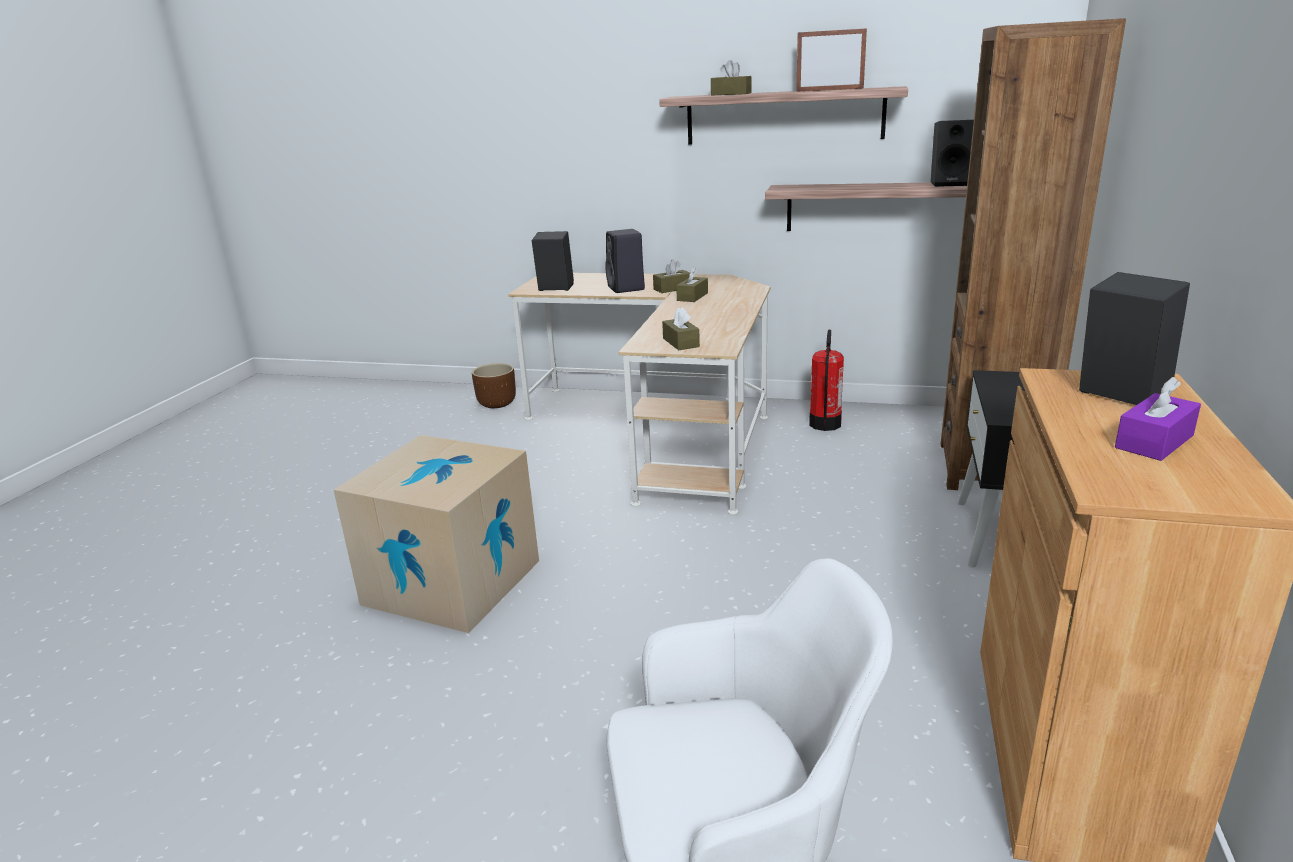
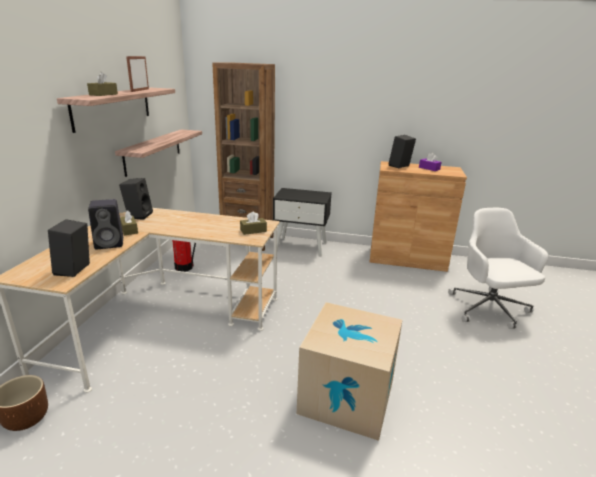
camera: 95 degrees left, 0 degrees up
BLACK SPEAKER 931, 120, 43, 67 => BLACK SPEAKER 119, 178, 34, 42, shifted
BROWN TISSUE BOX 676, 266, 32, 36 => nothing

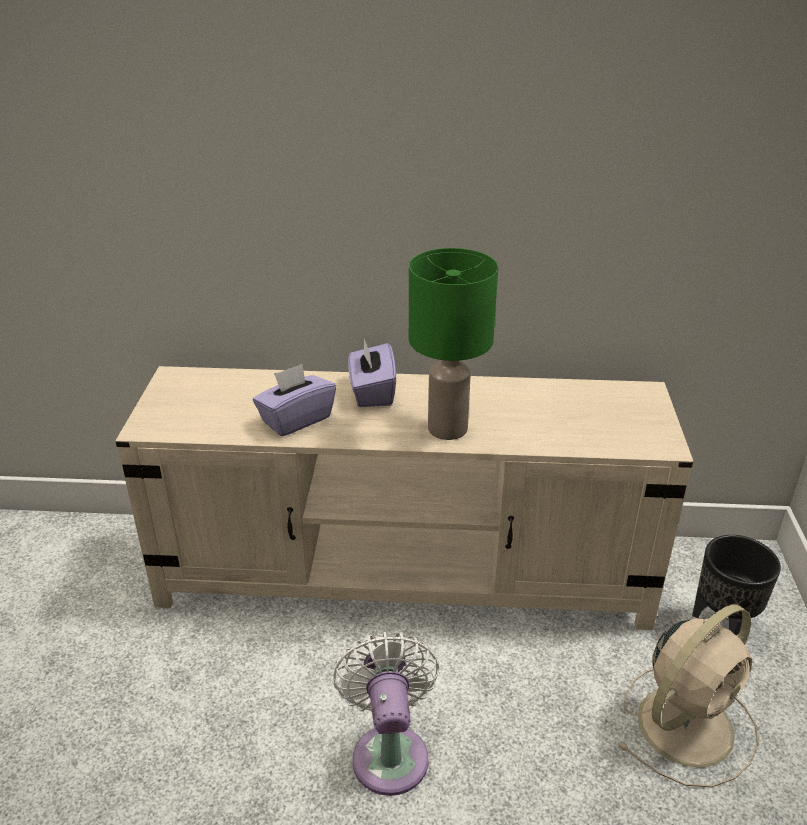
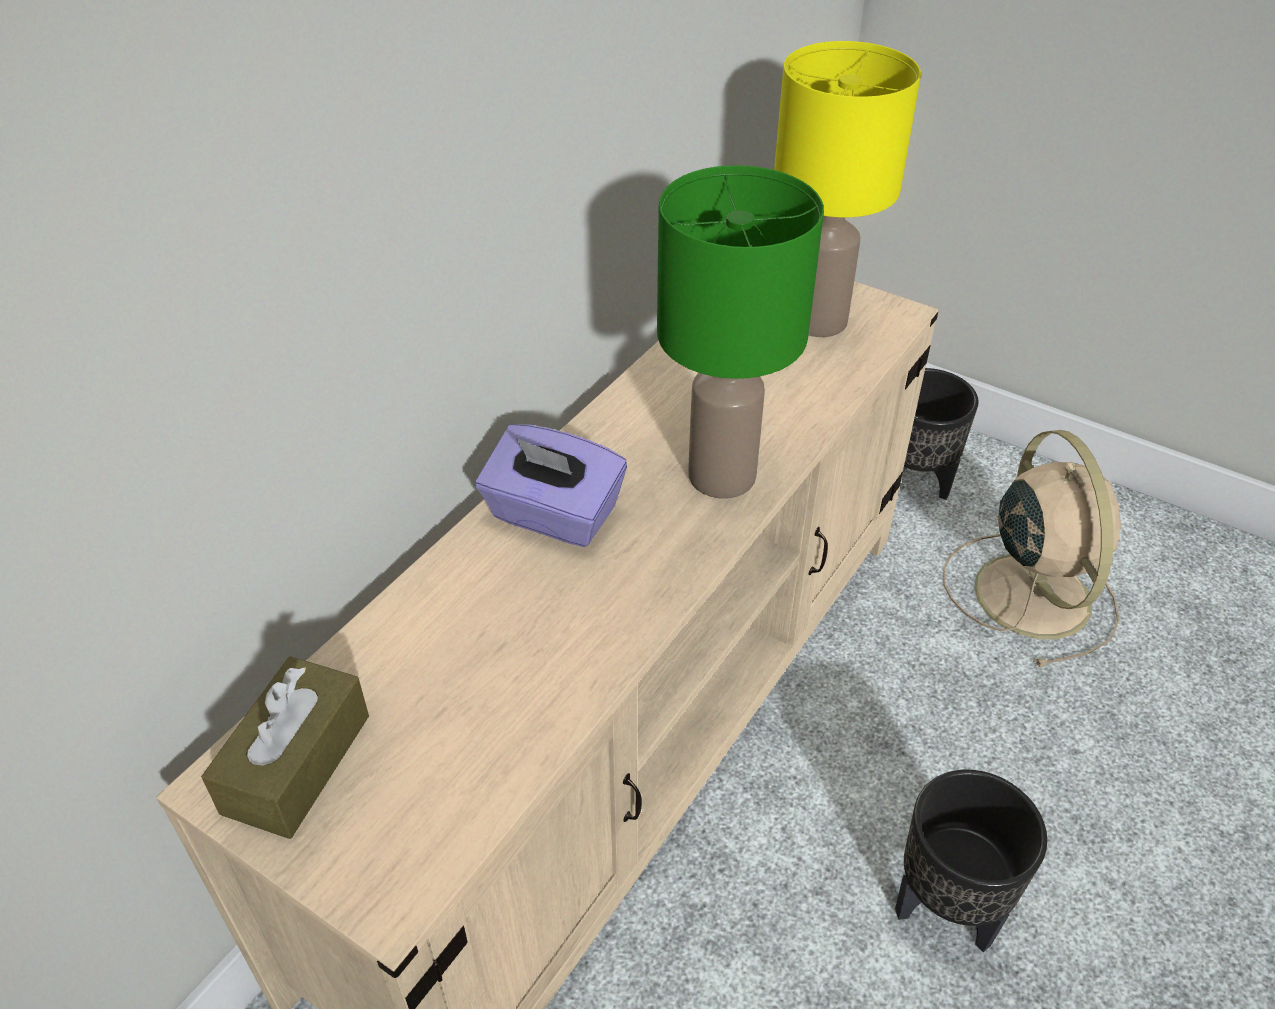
camera: 60 degrees left, 10 degrees up
nothing => BROWN TISSUE BOX 201, 656, 168, 183
nothing => YELLOW TABLE LAMP 774, 41, 147, 296
WHITE FAN 333, 632, 106, 164 => BLACK PLANTER 895, 770, 152, 182
PURPLE TISSUE BOX 253, 364, 83, 73 => nothing

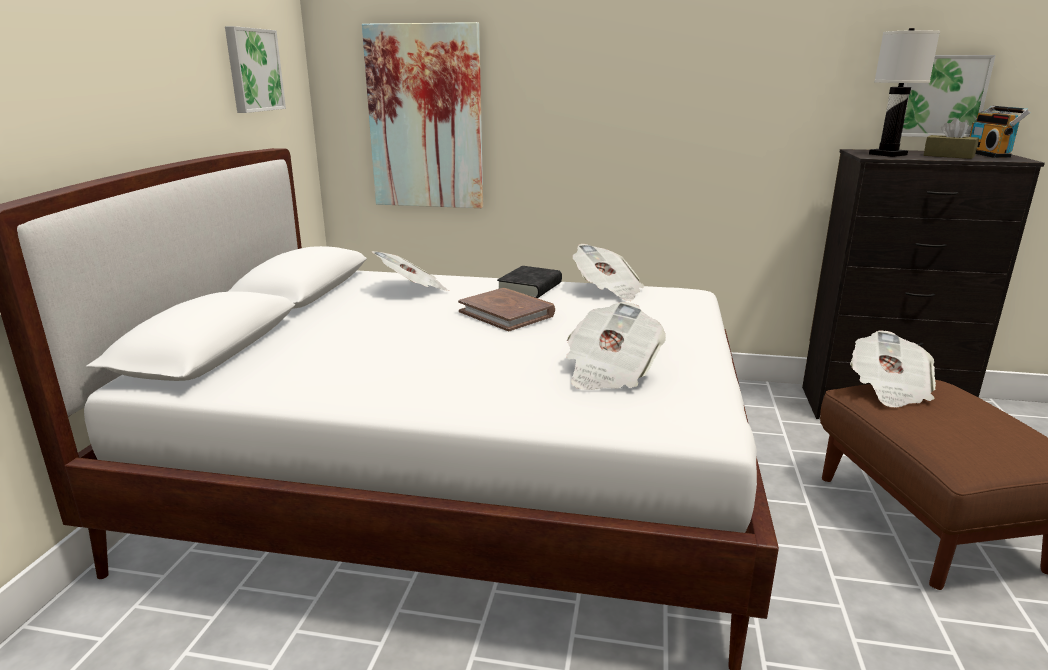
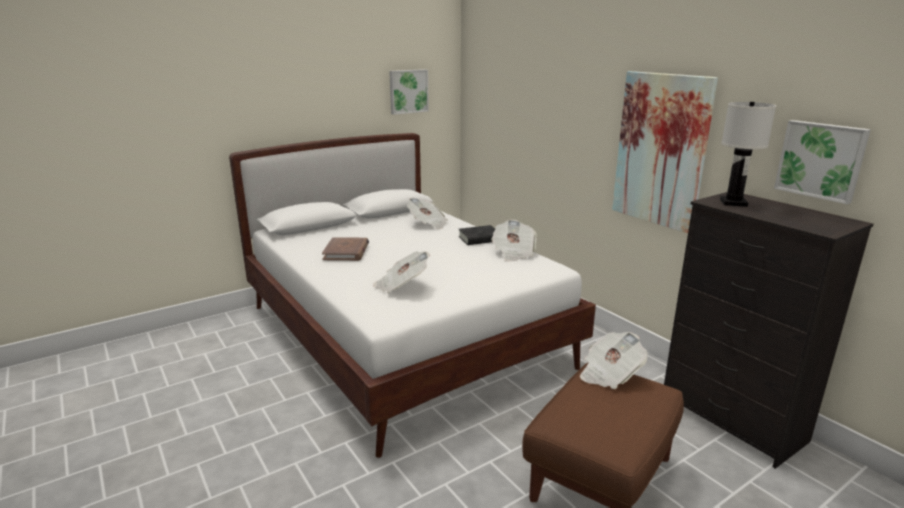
camera: 45 degrees right, 0 degrees up
BROWN BOOK 458, 288, 97, 43 => BROWN BOOK 322, 237, 47, 24, shifted
PICTURE 362, 22, 121, 186 => PICTURE 612, 71, 106, 162, shifted
BROWN TISSUE BOX 924, 118, 55, 41 => nothing
RADIO 969, 106, 61, 52 => nothing

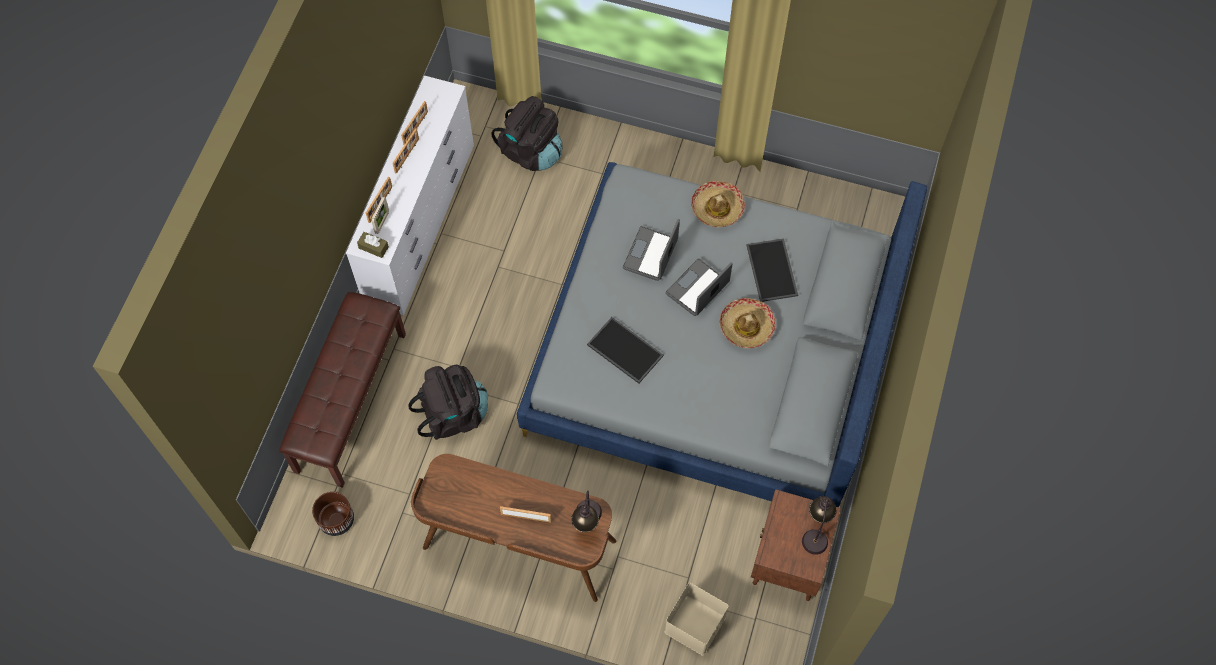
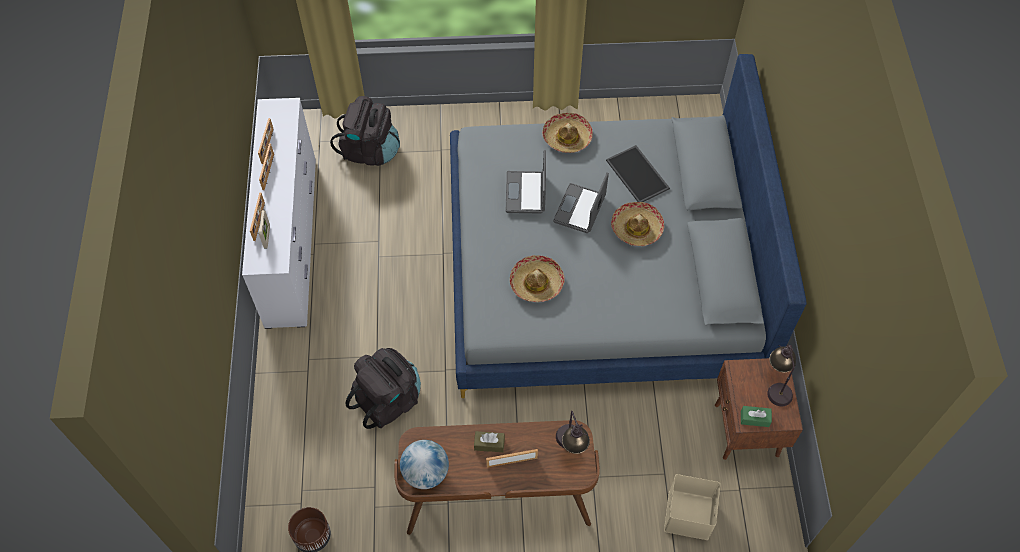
camera: 20 degrees left, 5 degrees down
nothing => GLOBE 400, 440, 49, 49
BROWN TISSUE BOX 357, 232, 32, 26 => BROWN TISSUE BOX 474, 431, 31, 21, shifted
TRAY 587, 317, 77, 67 => HAT 510, 255, 55, 47
nothing => GREEN TISSUE BOX 741, 406, 31, 21
BROWN BENCH 279, 292, 127, 196 => nothing

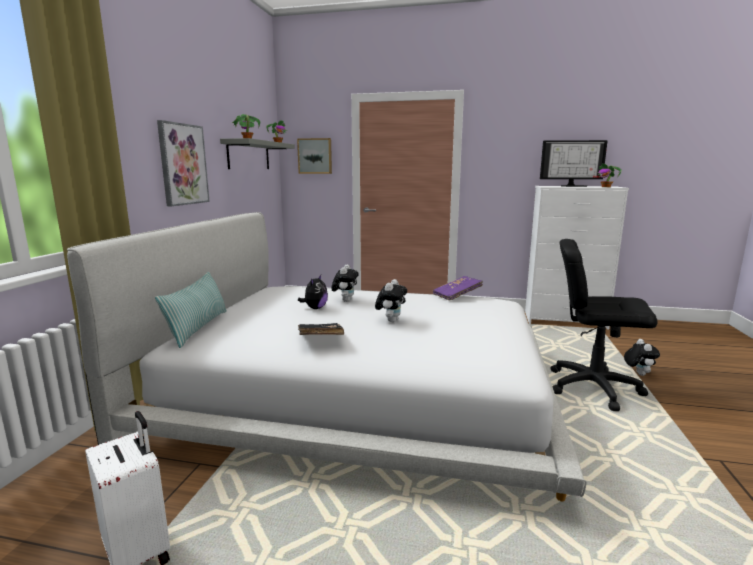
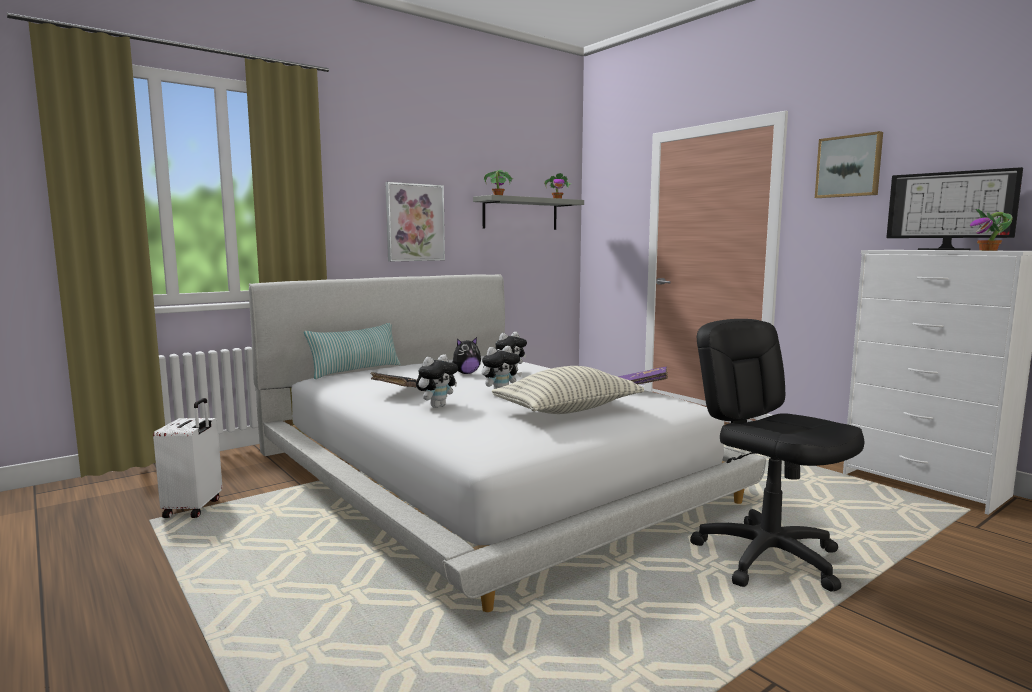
camera: 40 degrees right, 5 degrees down
PLUSH TOY 624, 339, 36, 37 => PLUSH TOY 416, 354, 42, 54, shifted
nothing => PILLOW 492, 366, 152, 48
PICTURE 297, 138, 35, 36 => PICTURE 815, 131, 68, 67, shifted

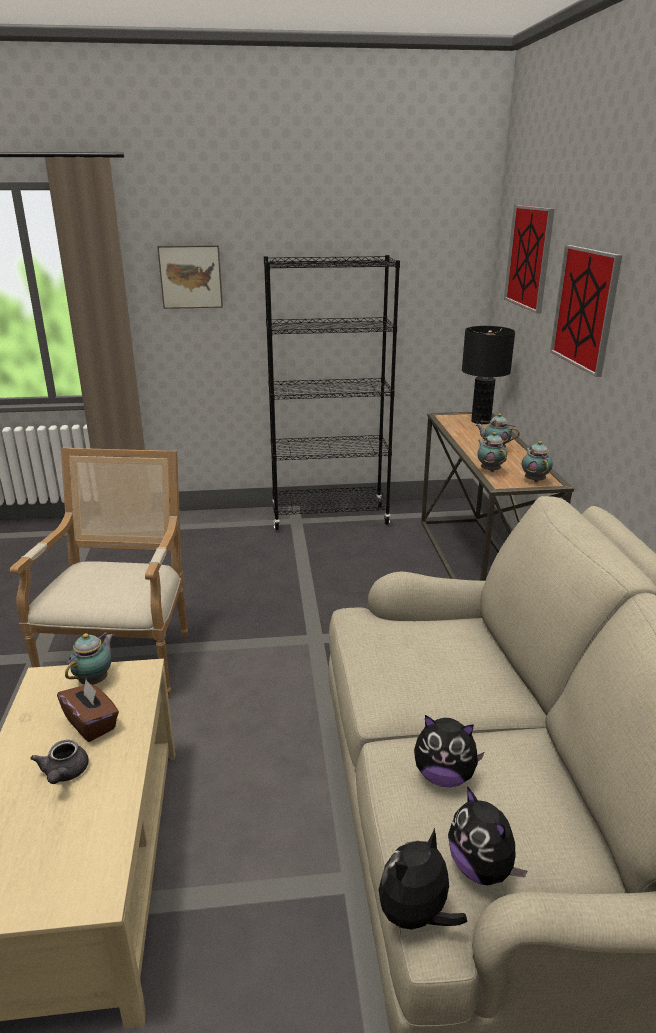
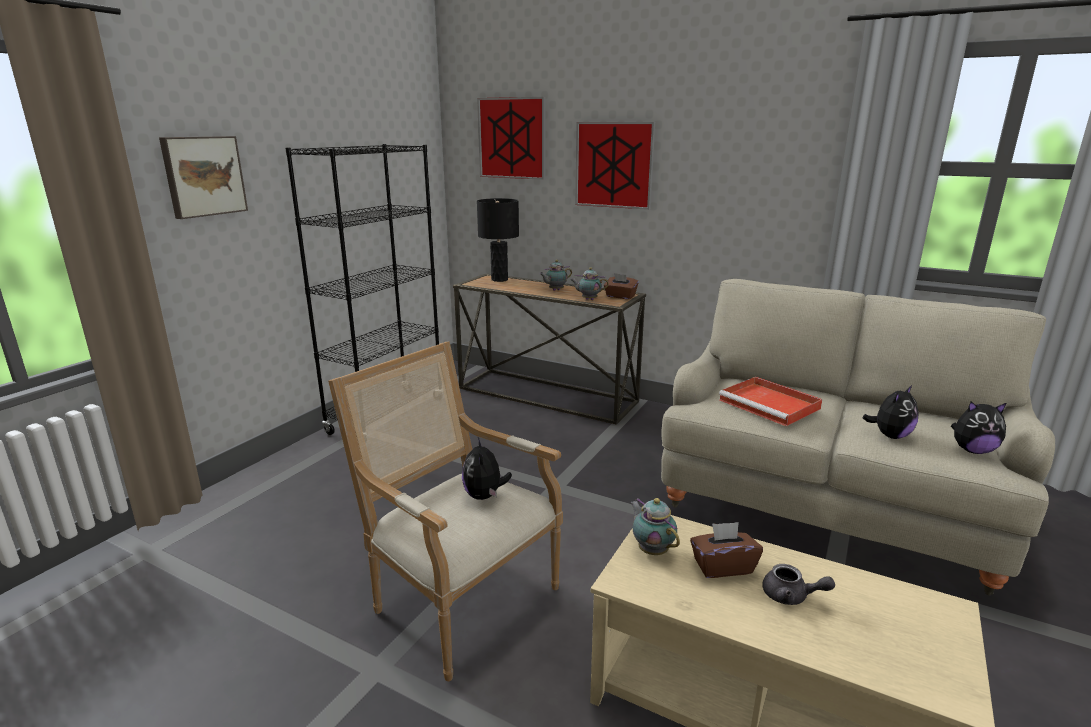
camera: 55 degrees left, 5 degrees down
PLUSH TOY 379, 828, 88, 112 => PLUSH TOY 462, 438, 50, 62, shifted
TEAPOT 522, 441, 31, 41 => BROWN TISSUE BOX 604, 273, 35, 26
nothing => RED TRAY 719, 377, 103, 49

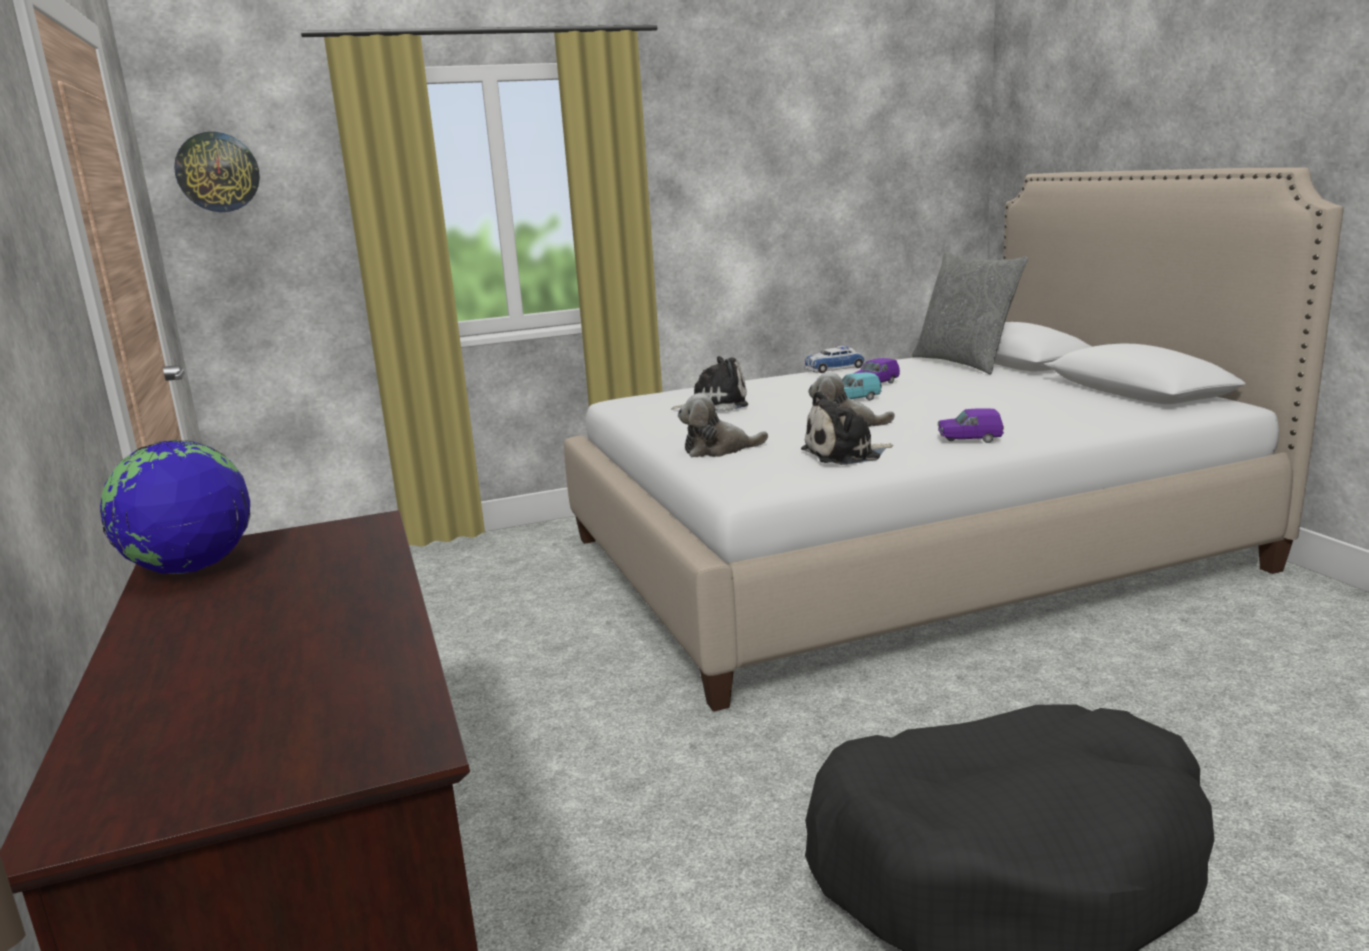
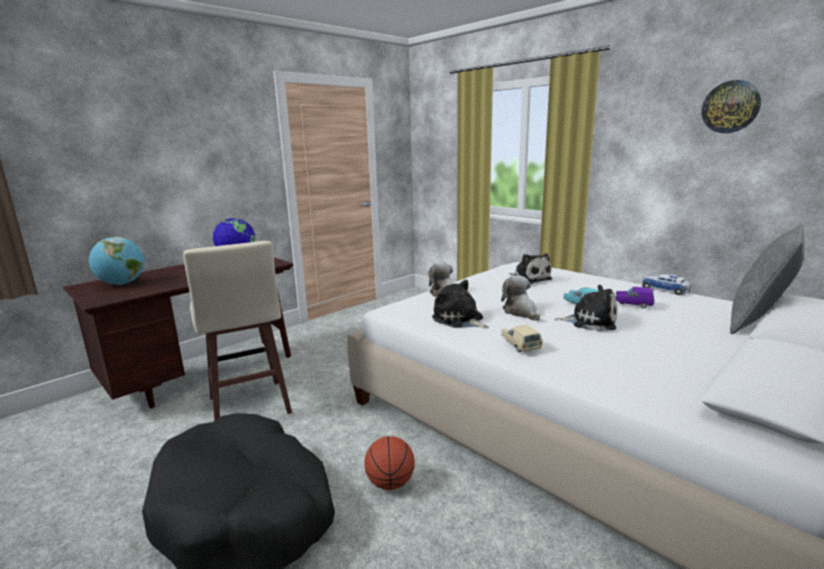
camera: 65 degrees right, 0 degrees up
nothing => GLOBE 89, 237, 56, 48
nothing => BEIGE STOOL 183, 241, 109, 180
nothing => BASKETBALL 364, 436, 51, 54
PURPLE TOY CAR 938, 408, 66, 35 => BEIGE TOY CAR 501, 325, 41, 27
nothing => PLUSH TOY 554, 285, 63, 46
WALL CLOCK 174, 132, 86, 80 => WALL CLOCK 702, 80, 59, 53, shifted

